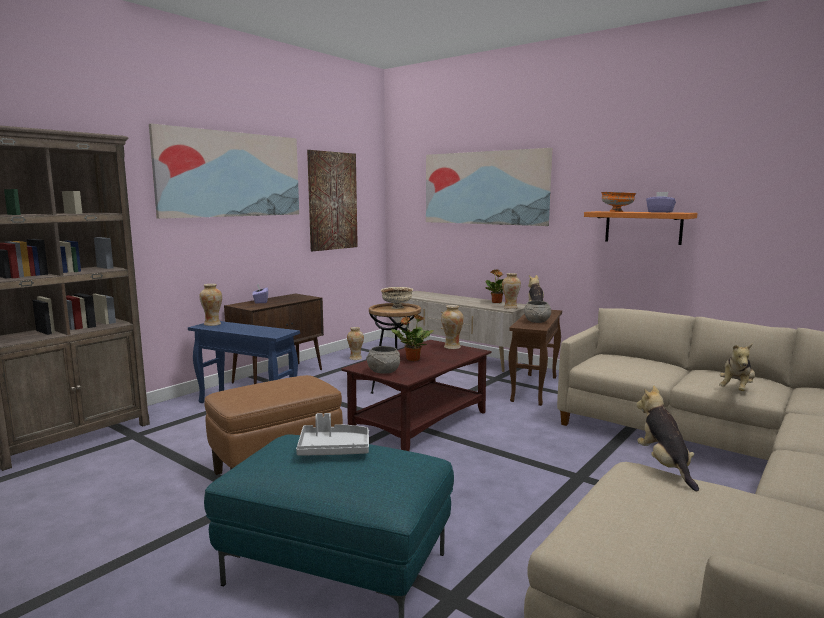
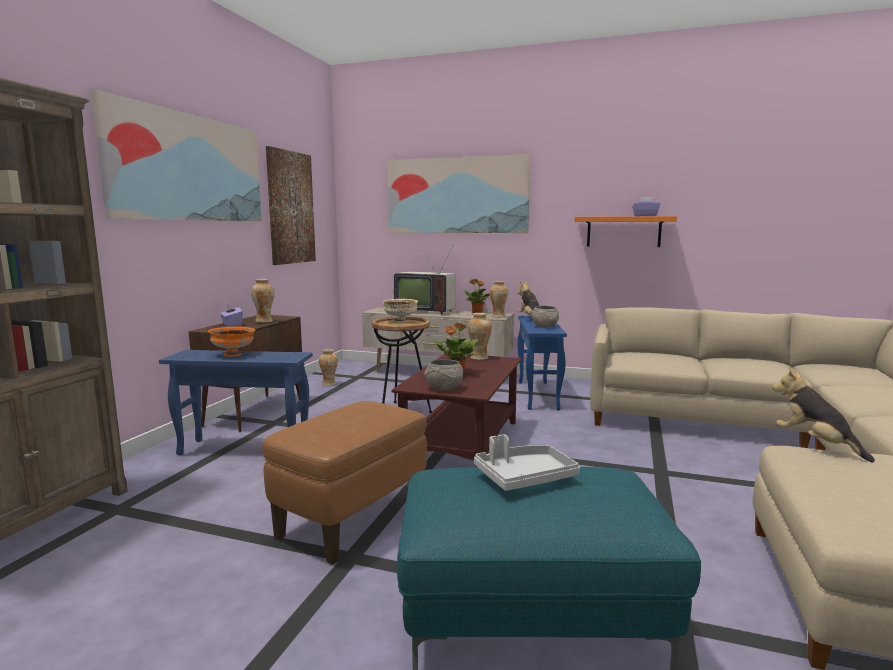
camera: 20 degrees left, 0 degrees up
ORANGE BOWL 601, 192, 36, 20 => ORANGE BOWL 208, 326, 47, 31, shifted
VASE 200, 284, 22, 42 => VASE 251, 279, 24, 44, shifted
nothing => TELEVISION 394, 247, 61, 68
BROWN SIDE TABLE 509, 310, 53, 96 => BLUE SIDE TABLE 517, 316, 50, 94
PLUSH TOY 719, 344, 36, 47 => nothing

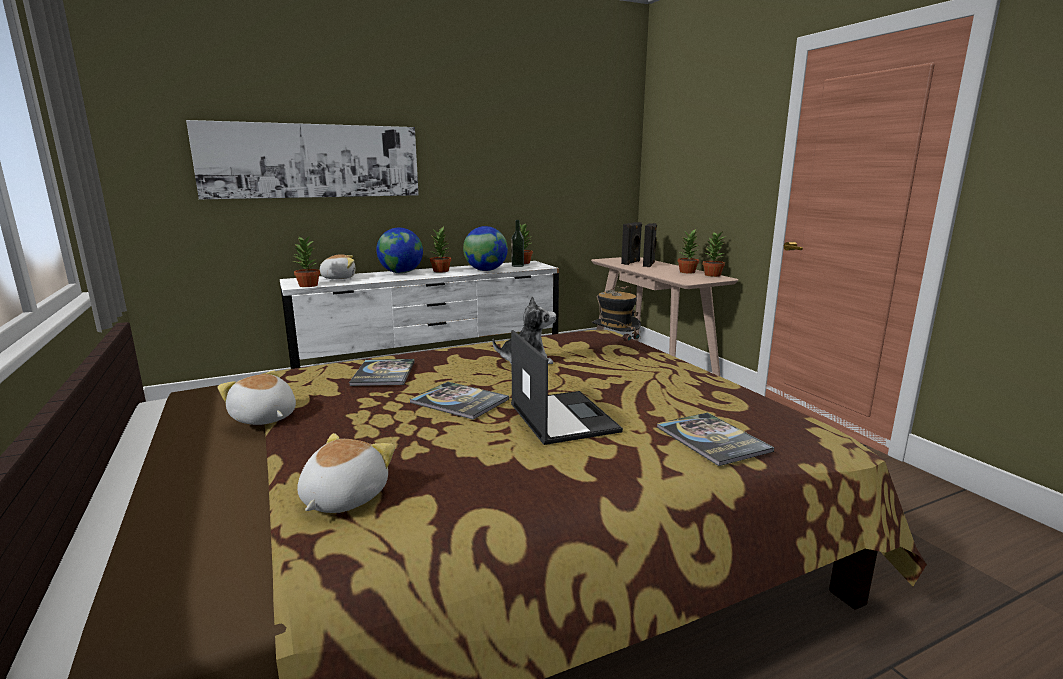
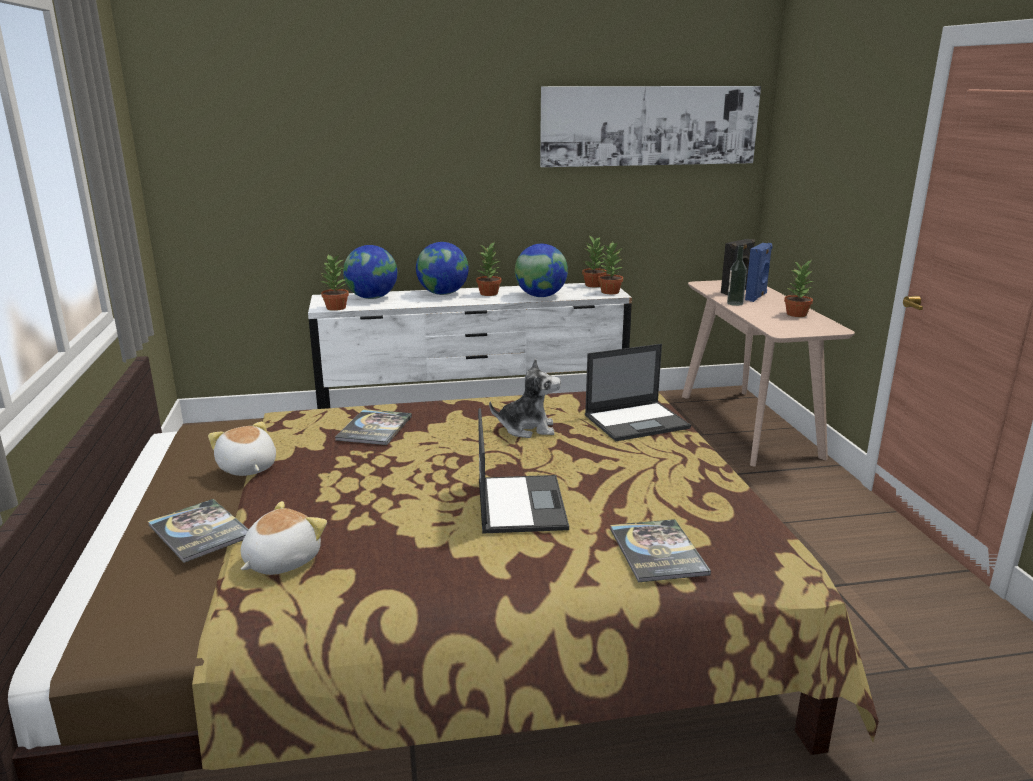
camera: 15 degrees right, 5 degrees up
BOOK 410, 382, 99, 38 => BOOK 148, 499, 101, 64, shifted
PLUSH TOY 320, 254, 35, 25 => GLOBE 343, 245, 54, 54
PICTURE 186, 120, 233, 79 => PICTURE 540, 86, 221, 81, shifted
HAT 591, 286, 50, 64 => LAPTOP 585, 344, 106, 97
POTTED PLANT 703, 232, 22, 45 => POTTED PLANT 598, 242, 25, 52, shifted
BOTTLE 511, 220, 13, 47 => BOTTLE 727, 246, 20, 60, shifted
BLACK SPEAKER 643, 223, 14, 44 => BLUE SPEAKER 745, 243, 28, 59

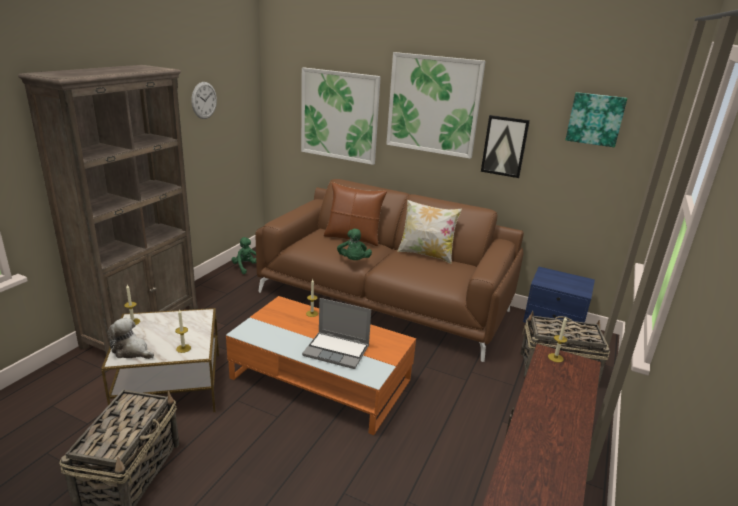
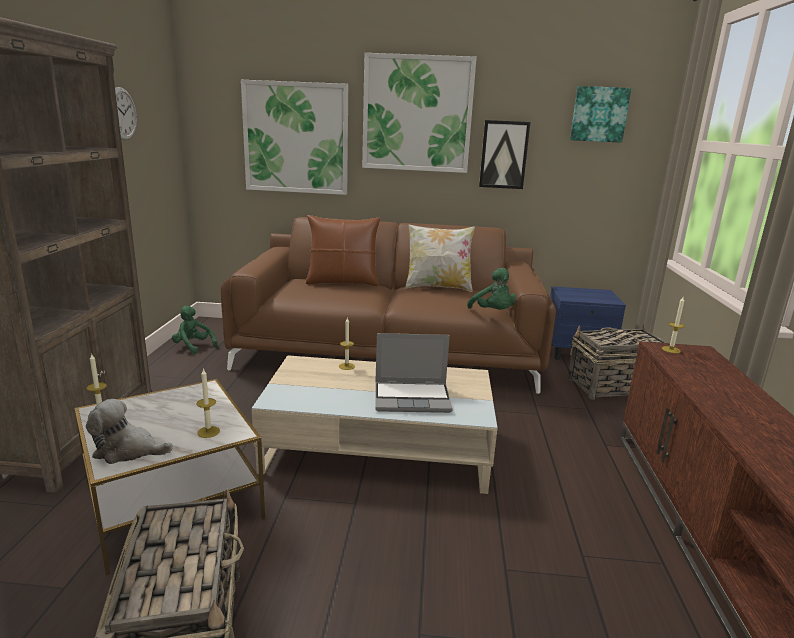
camera: 20 degrees left, 5 degrees down
ORANGE COFFEE TABLE 226, 296, 190, 139 => BEIGE COFFEE TABLE 252, 355, 246, 139
GREEN PLUSH TOY 337, 229, 35, 31 => GREEN PLUSH TOY 467, 268, 49, 42, shifted

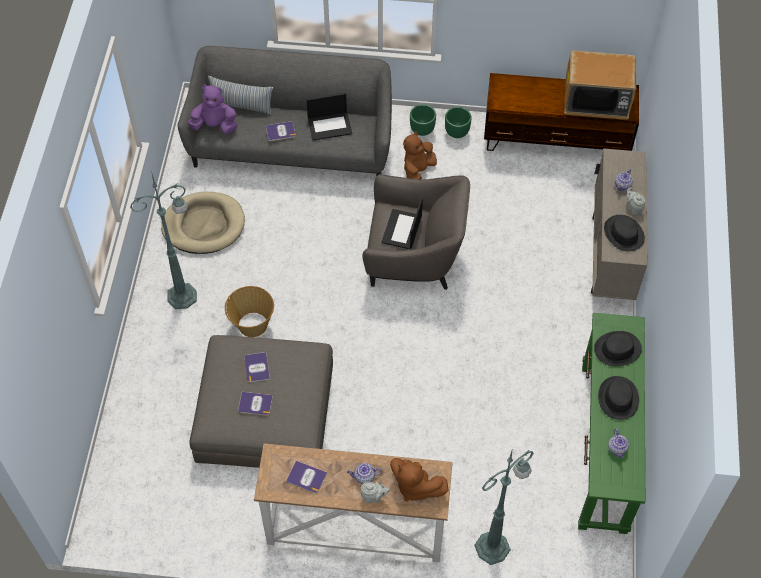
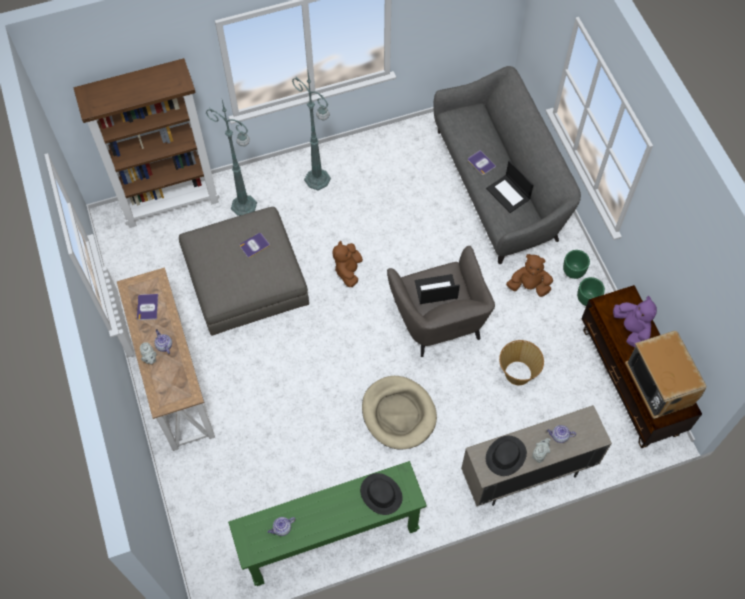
camera: 65 degrees right, 5 degrees up
nothing => BROWN BOOKCASE 74, 58, 145, 170
GREEN FLOOR LAMP 474, 448, 60, 117 => GREEN FLOOR LAMP 206, 100, 51, 116, shifted
BROWN PLUSH TOY 390, 458, 59, 44 => BROWN PLUSH TOY 332, 241, 31, 46, shifted
BEIGE DOG BED 161, 192, 84, 62 => BEIGE DOG BED 362, 376, 75, 74, shifted
BASKET 225, 286, 49, 51 => BASKET 499, 340, 45, 45, shifted
PURPLE PLUSH TOY 188, 85, 49, 50 => PURPLE PLUSH TOY 613, 296, 44, 51, shifted
PILLOW 208, 76, 65, 39 => nothing
BOOK 238, 392, 35, 24 => nothing
BLACK HAT 598, 376, 41, 44 => nothing

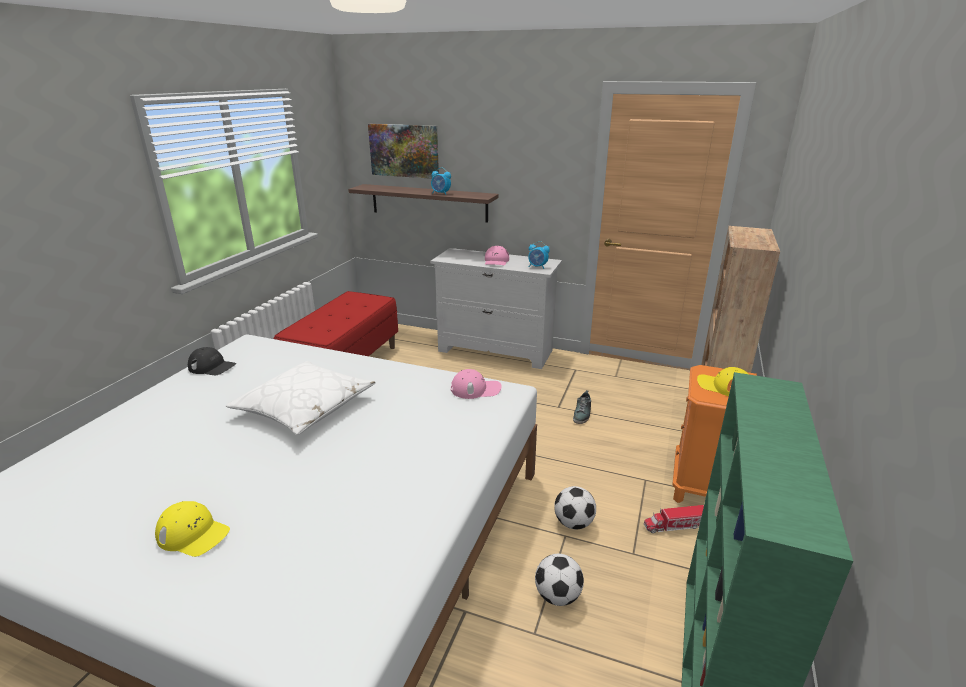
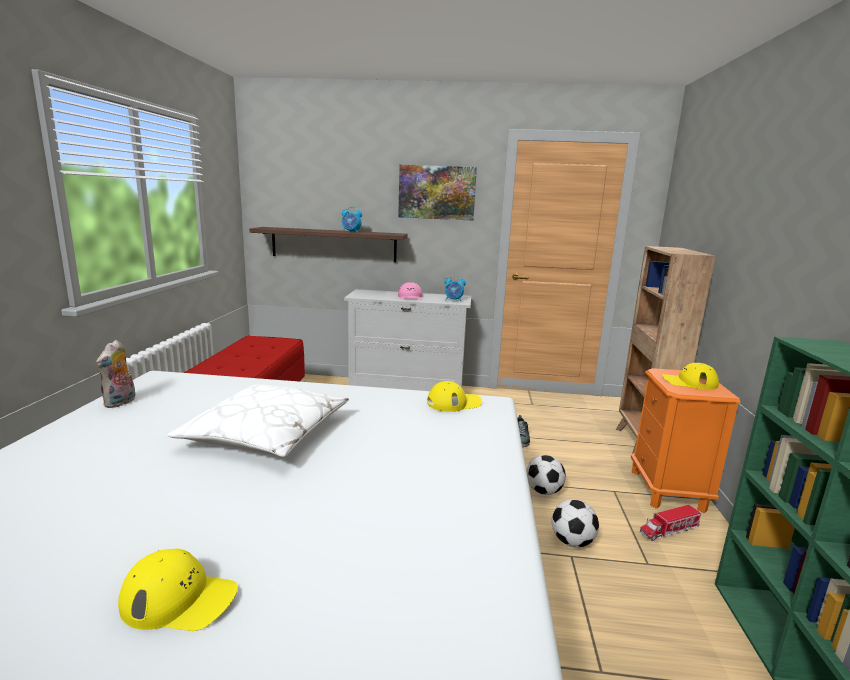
camera: 15 degrees left, 10 degrees down
BLACK CAP 188, 347, 48, 28 => PLUSH TOY 96, 340, 40, 68
PICTURE 368, 124, 71, 55 => PICTURE 398, 165, 79, 56, shifted
PINK CAP 451, 369, 51, 30 => YELLOW CAP 427, 381, 55, 31
FOOTBALL 535, 554, 49, 52 => FOOTBALL 526, 455, 40, 40, shifted

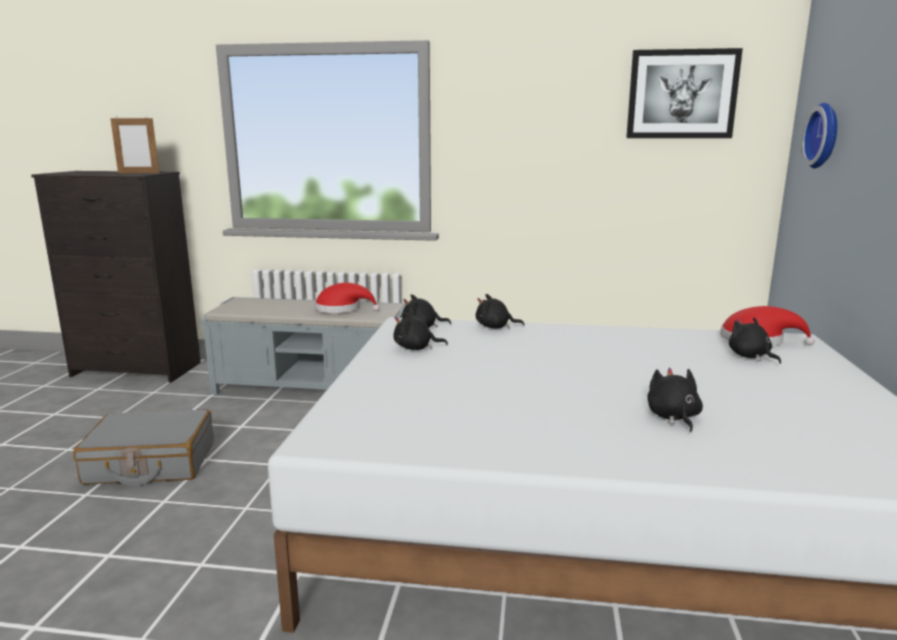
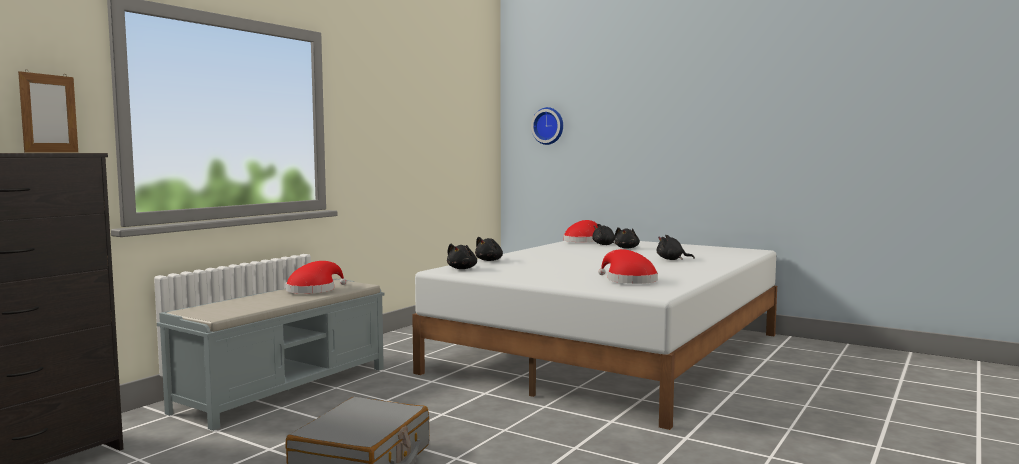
camera: 65 degrees left, 10 degrees down
nothing => RED HAT 598, 249, 60, 35
BLACK PLUSH TOY 393, 312, 55, 38 => BLACK PLUSH TOY 615, 227, 25, 22, shifted
PICTURE 626, 48, 117, 90 => nothing

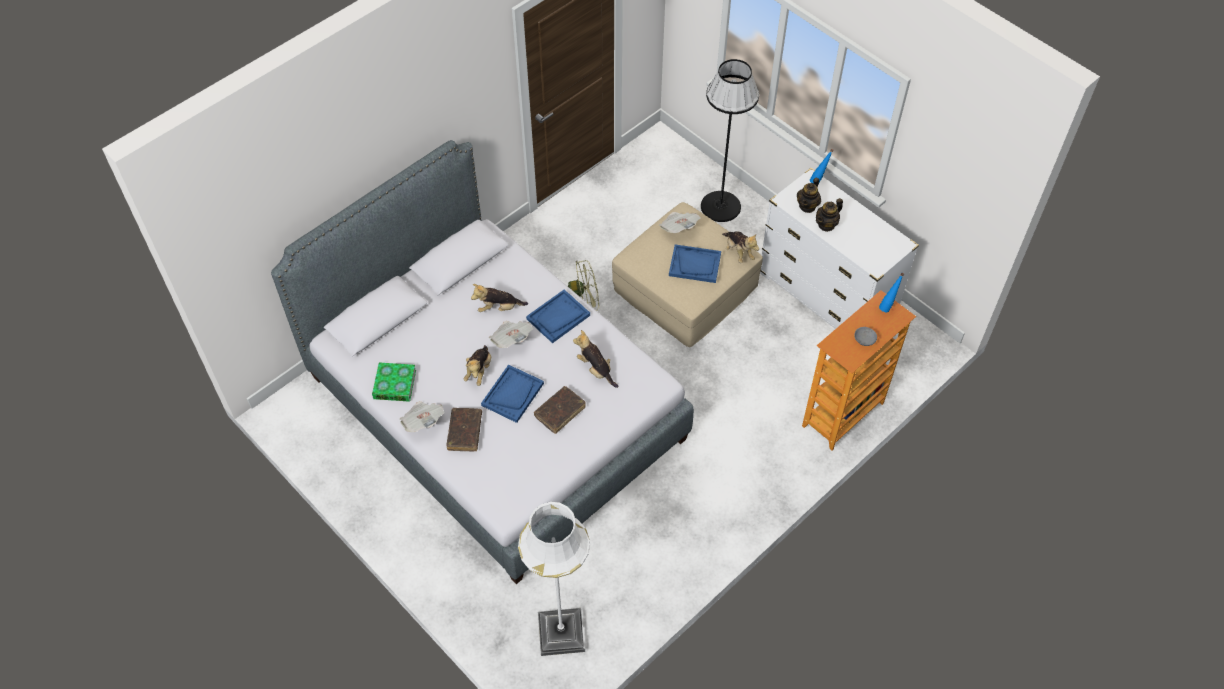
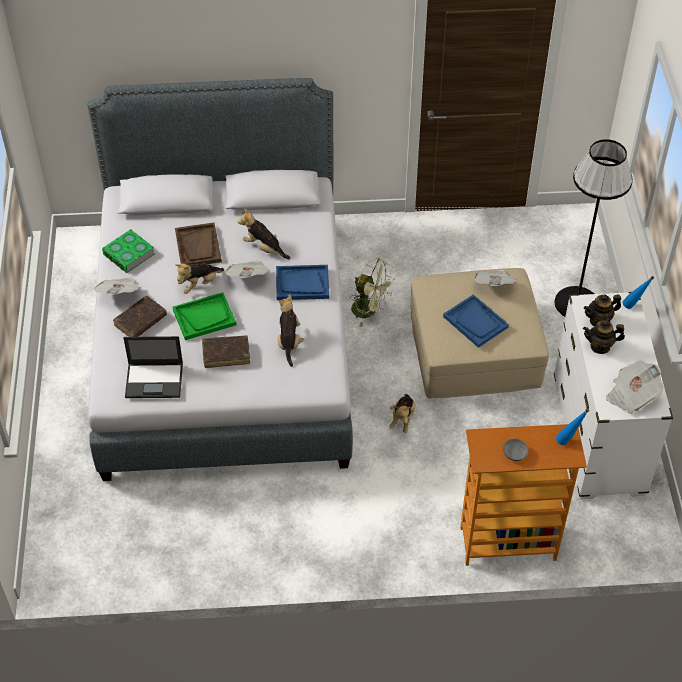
camera: 40 degrees right, 5 degrees down
nothing => LAPTOP 123, 336, 60, 62
BLUE TRAY 481, 364, 63, 59 => GREEN TRAY 172, 292, 65, 48
nothing => BROWN TRAY 175, 223, 47, 42
PLUSH TOY 722, 231, 37, 32 => PLUSH TOY 390, 394, 25, 39, shifted
nothing => NEWSPAPER 606, 360, 58, 54
WHITE FLOOR LAMP 518, 502, 72, 154 => nothing

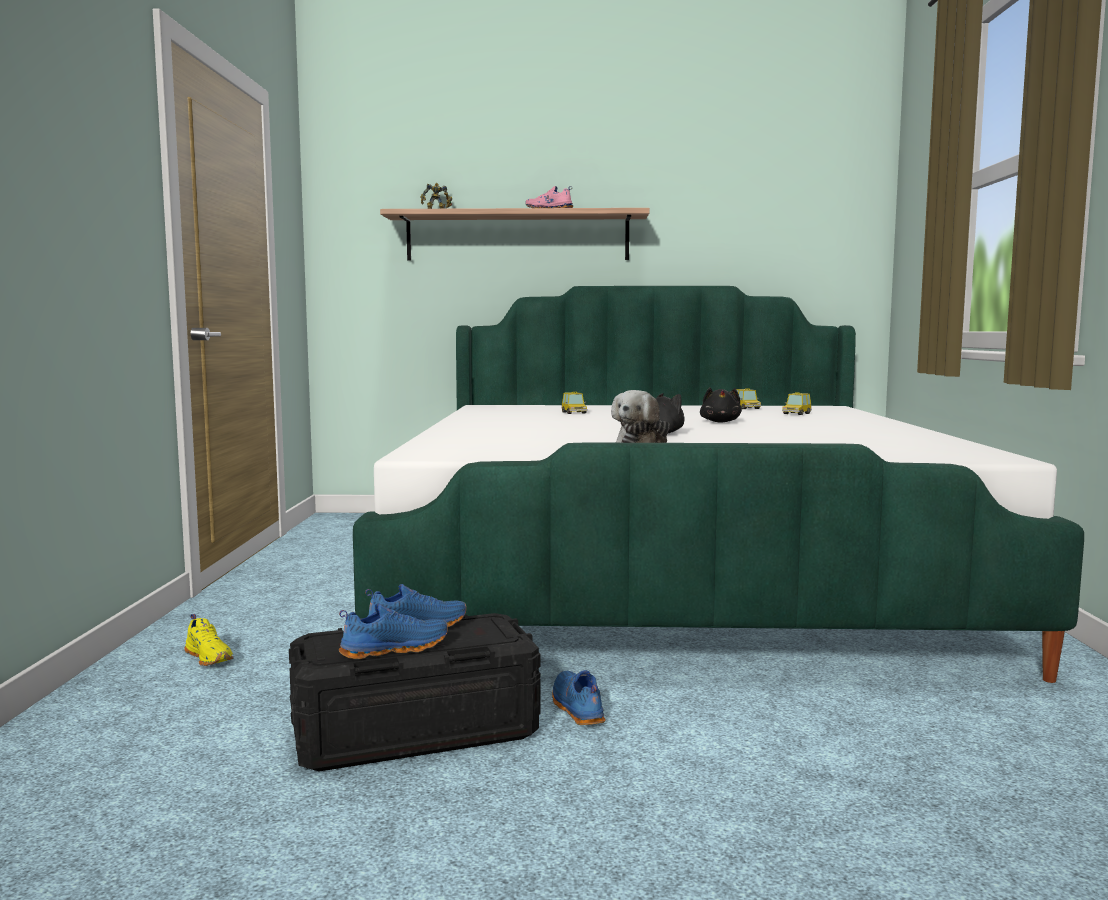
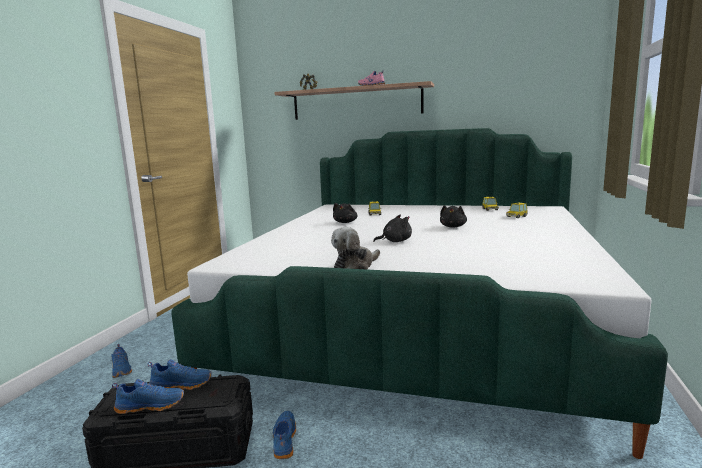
camera: 15 degrees right, 5 degrees up
YELLOW SHOE 184, 614, 50, 52 => BLUE SHOE 111, 344, 21, 34
nothing => BLACK PLUSH TOY 333, 203, 24, 20

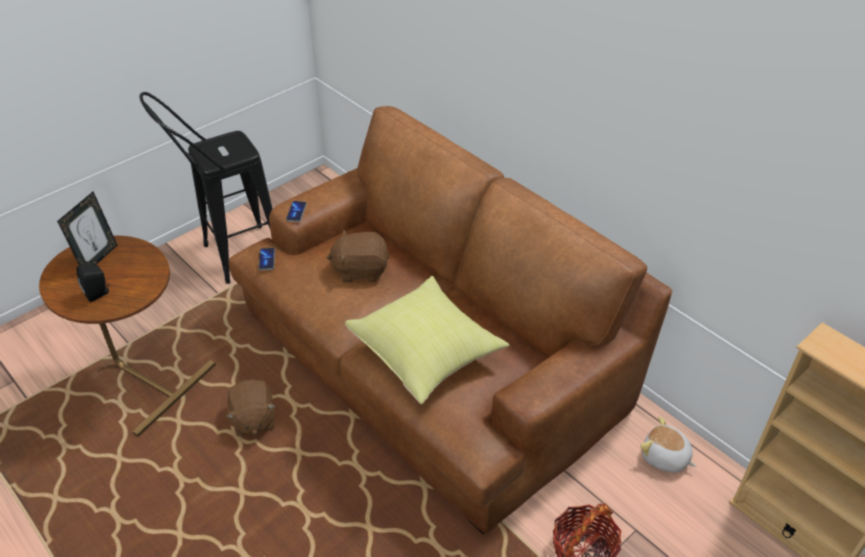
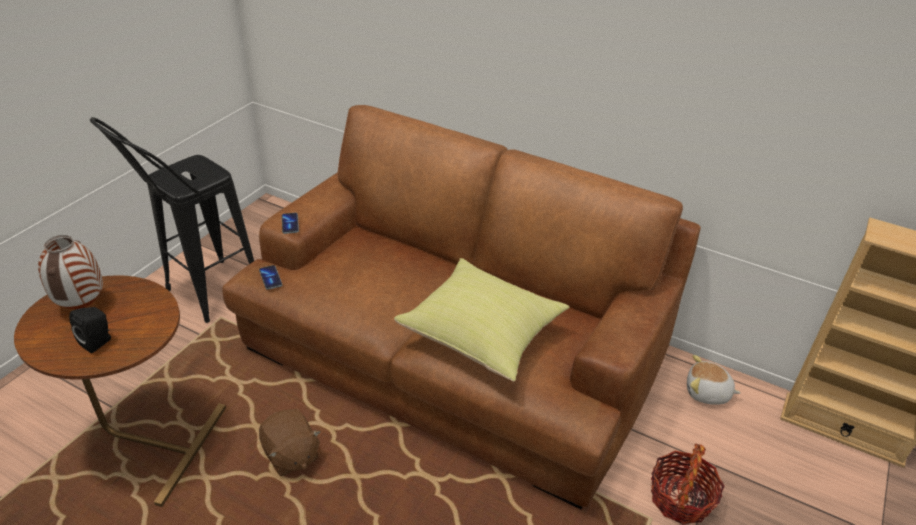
camera: 20 degrees left, 5 degrees down
PICTURE FRAME 57, 191, 60, 75 => VASE 38, 235, 65, 74
BROWN PLUSH TOY 326, 229, 64, 54 => nothing

